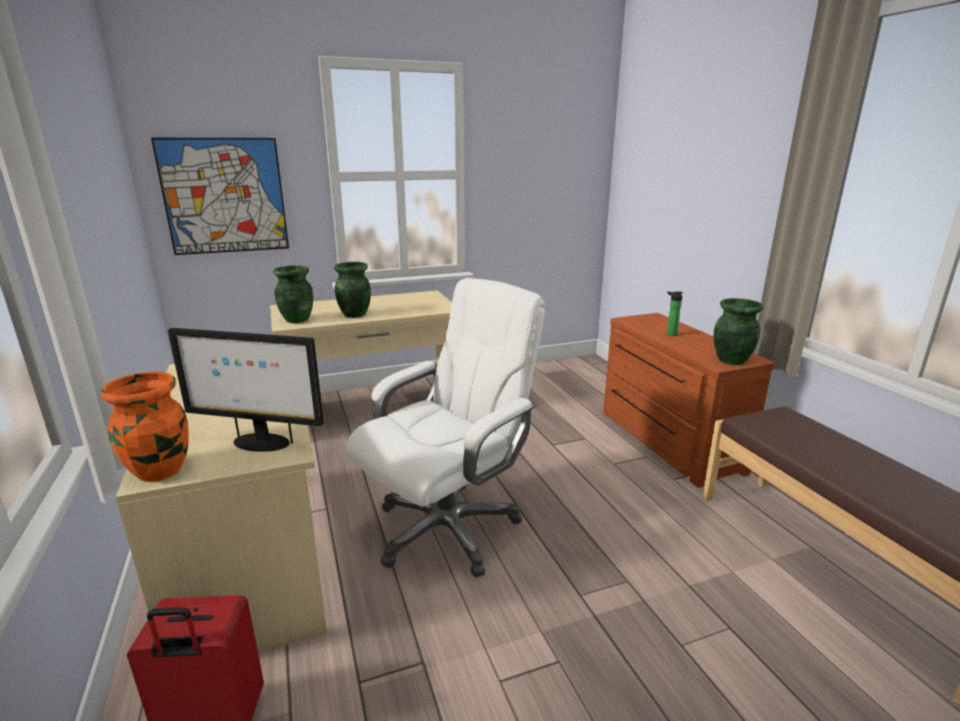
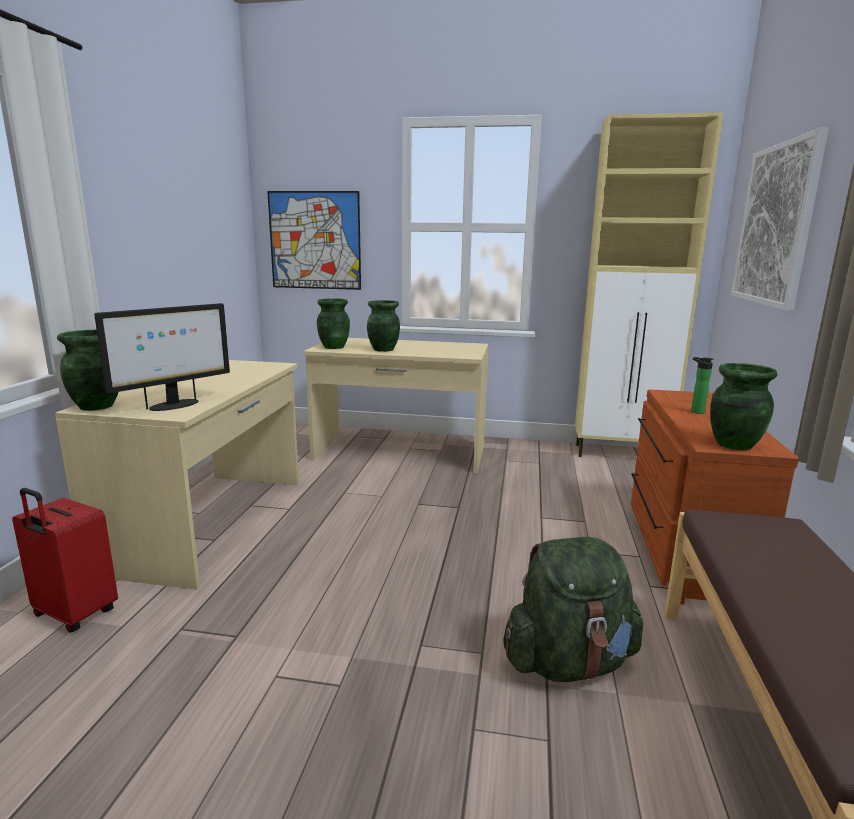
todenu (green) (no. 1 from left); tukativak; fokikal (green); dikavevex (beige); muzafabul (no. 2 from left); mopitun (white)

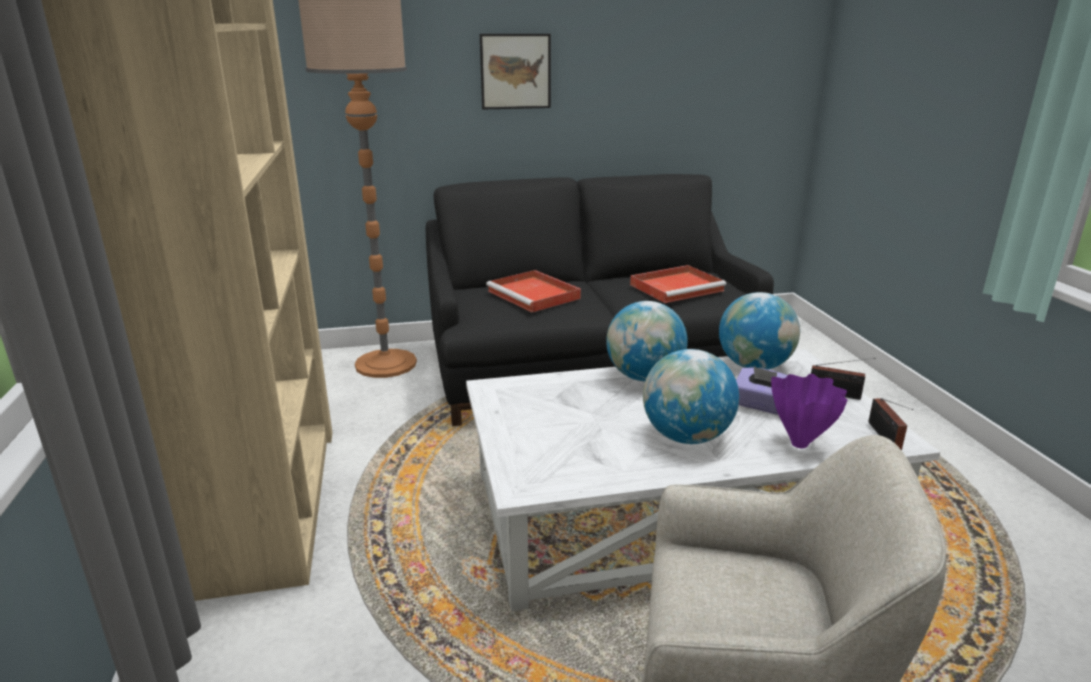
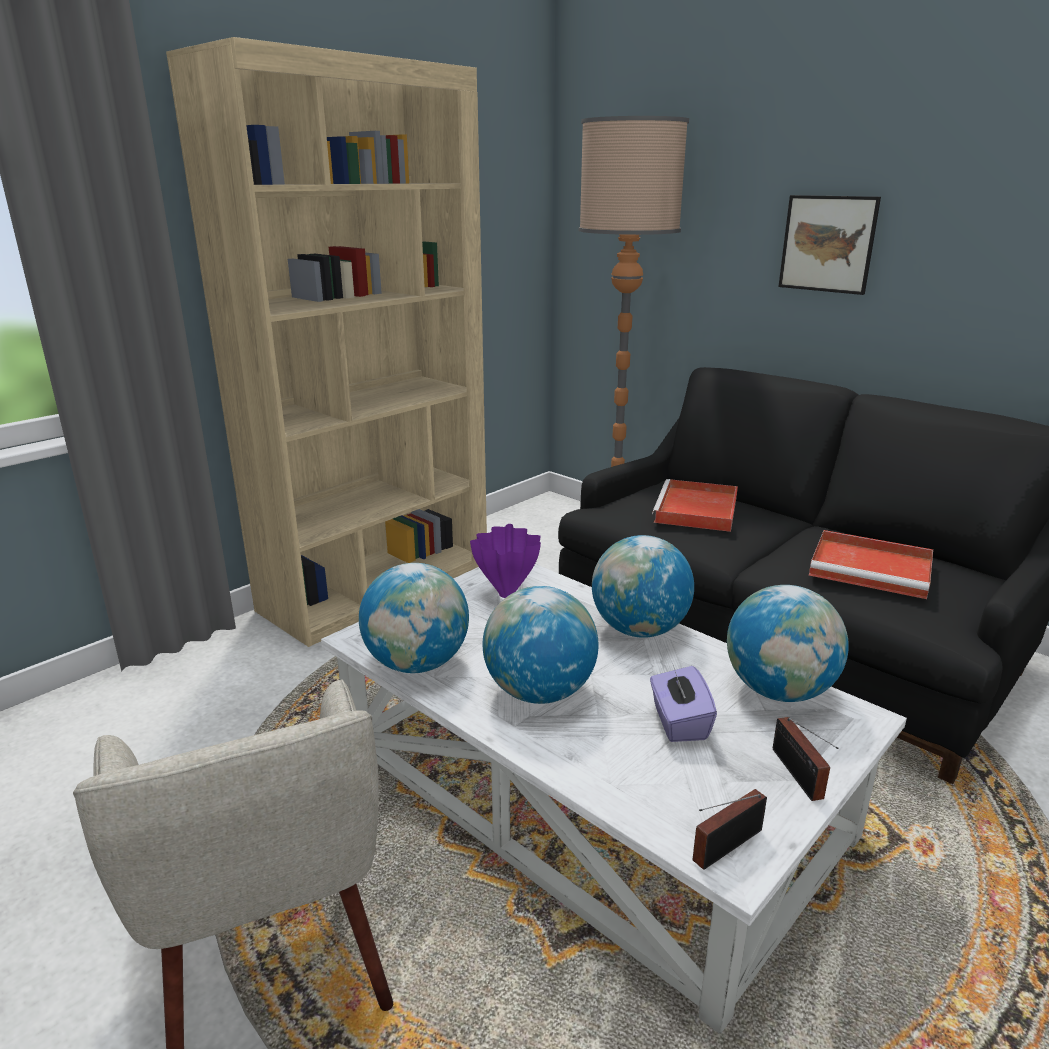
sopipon (no. 1 from left); todenu (purple)

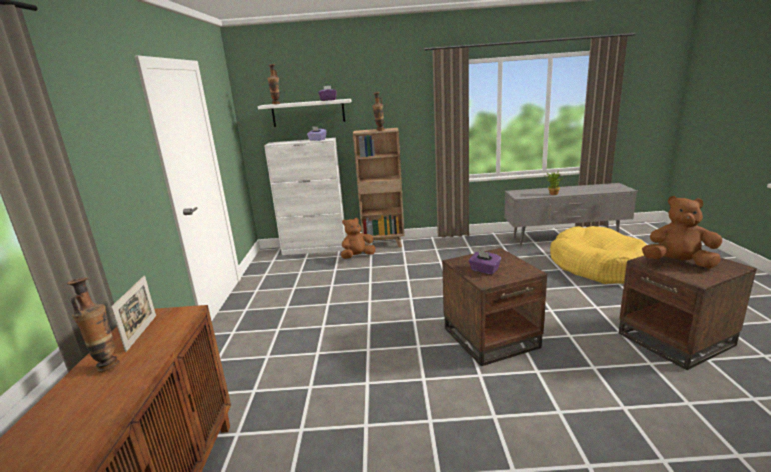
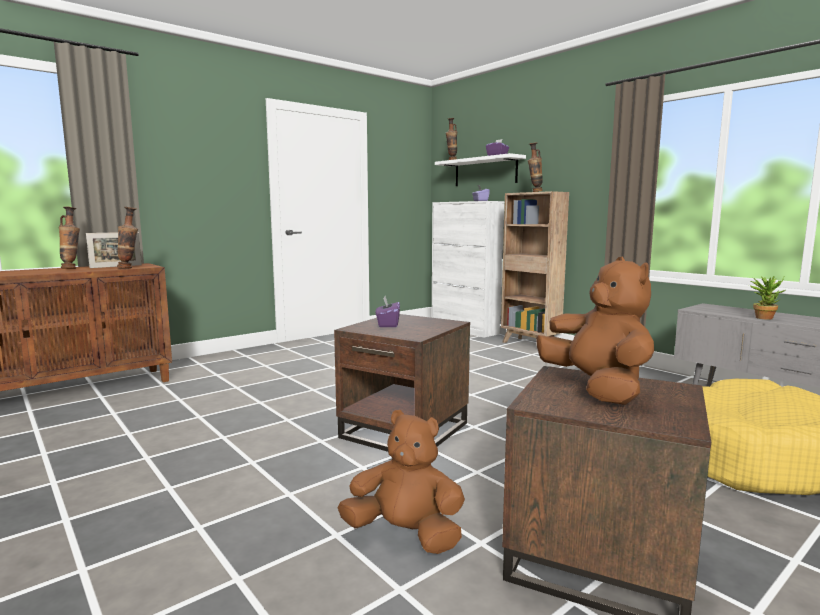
todenu (no. 2 from left); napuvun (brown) (no. 1 from left)

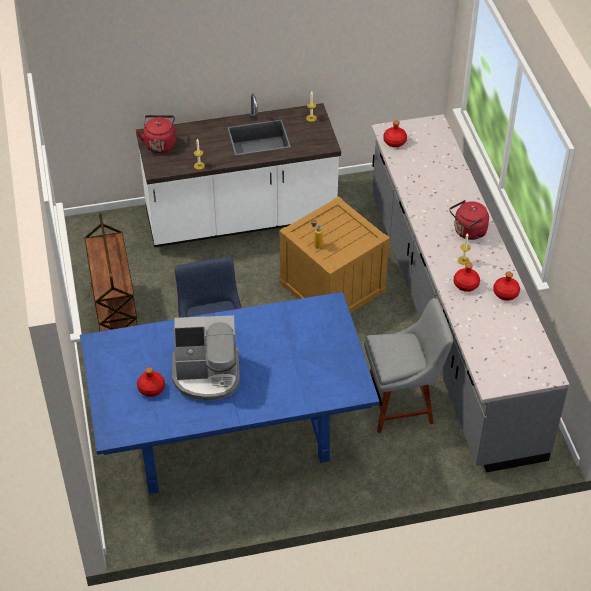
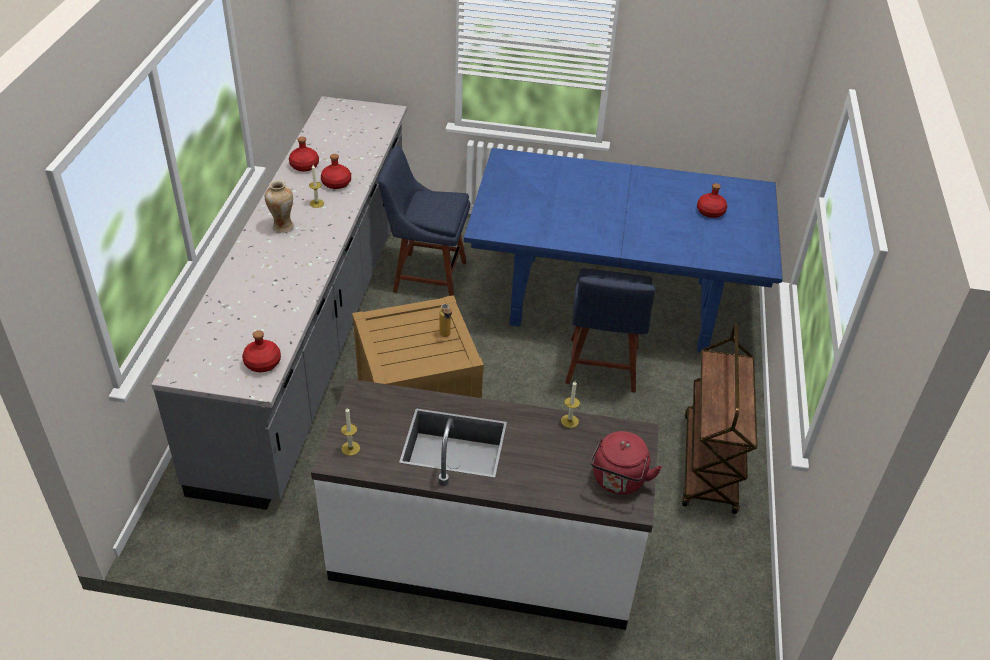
todenu; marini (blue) (no. 1 from left); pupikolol

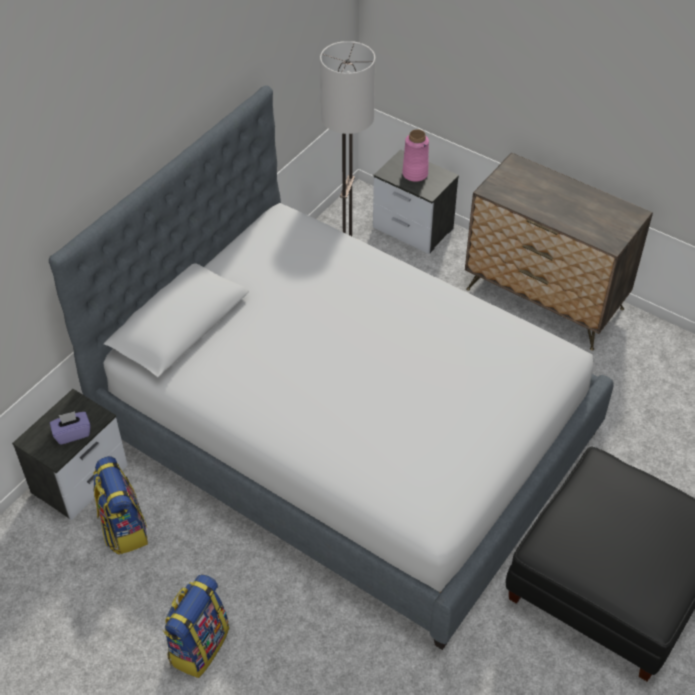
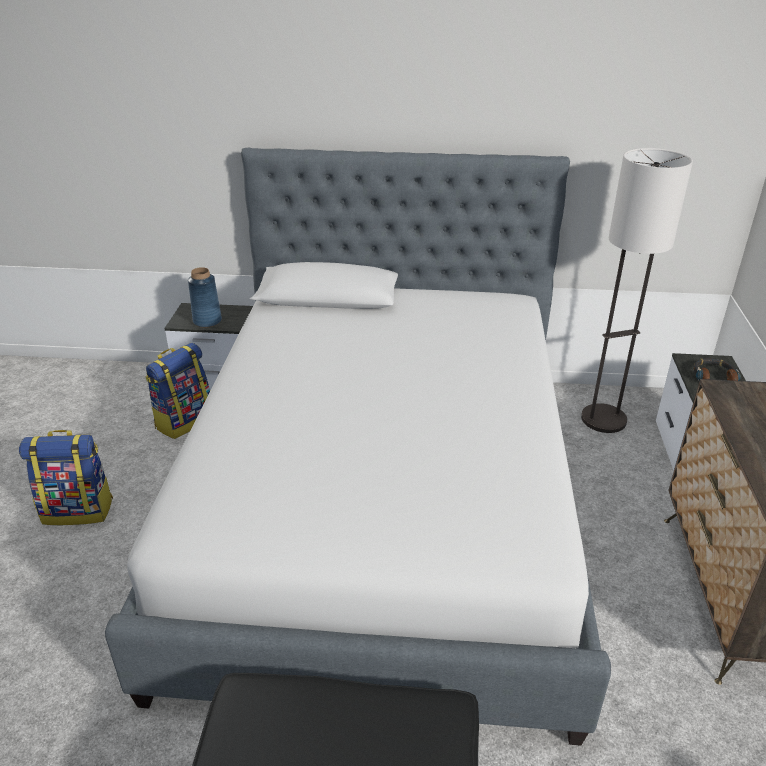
todenu (blue); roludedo

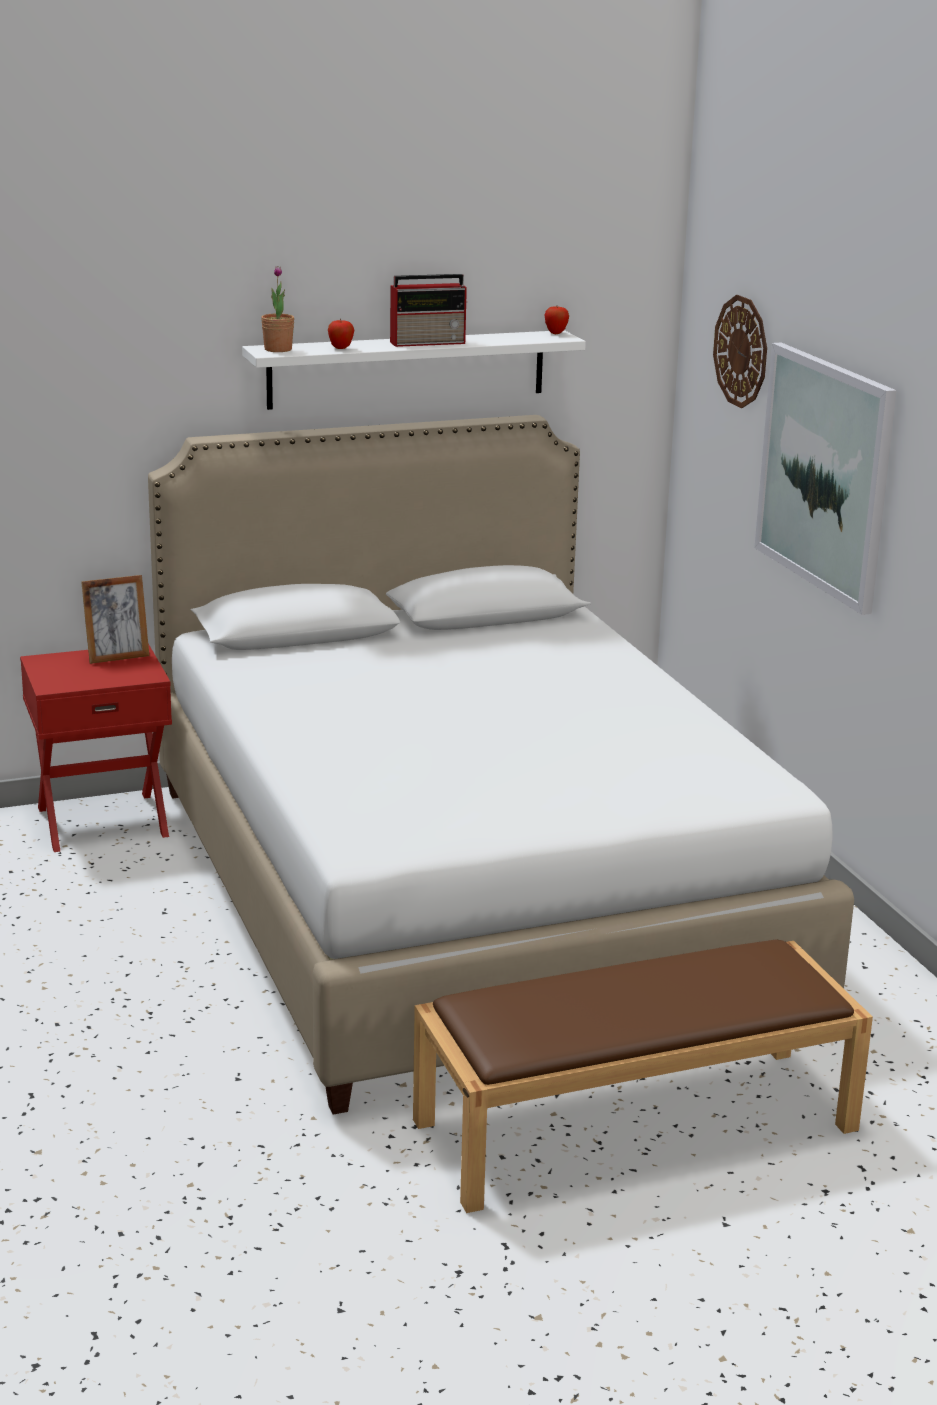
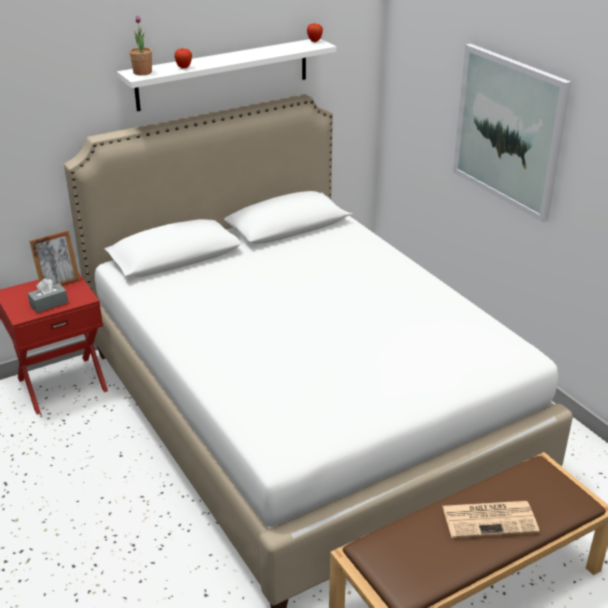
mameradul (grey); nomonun; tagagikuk; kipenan

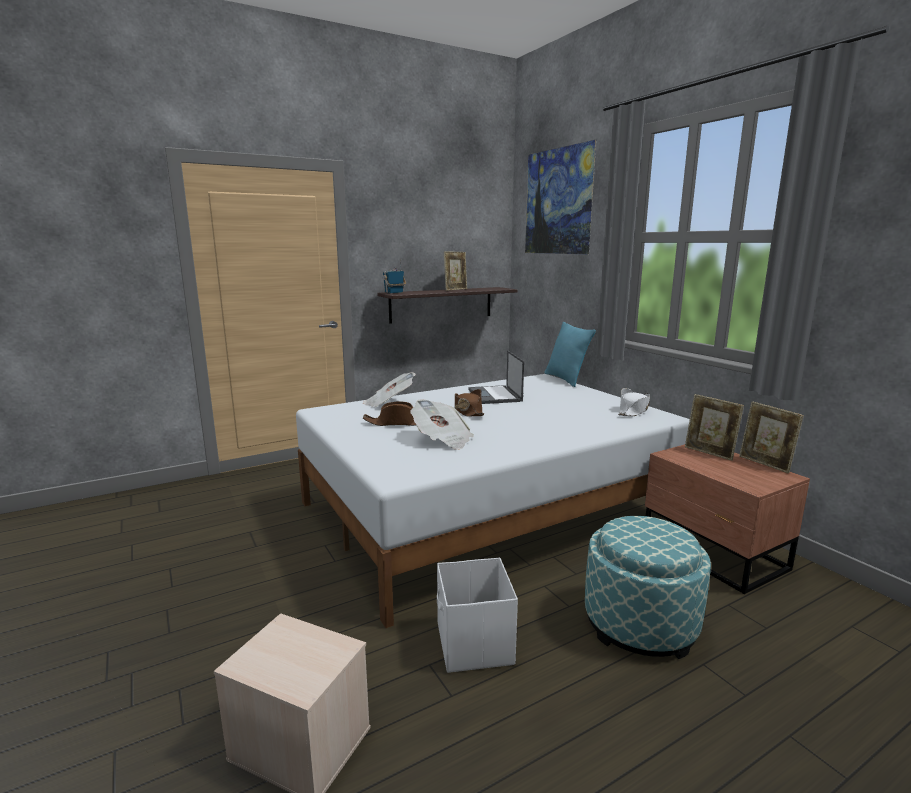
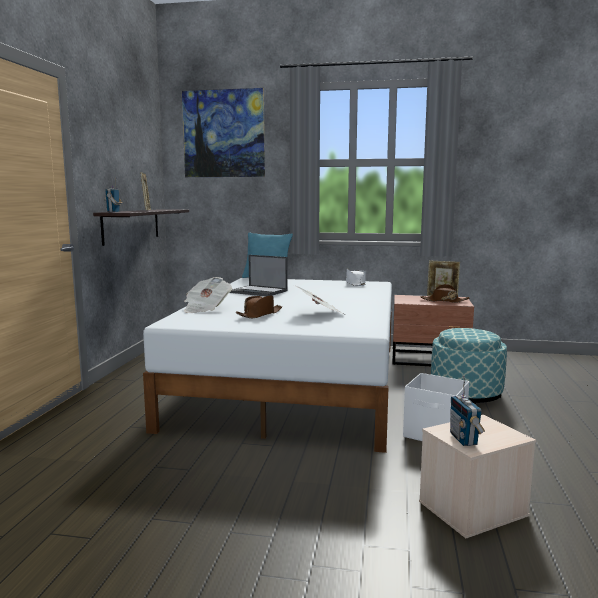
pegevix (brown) (no. 2 from left); tagagikuk (no. 2 from left); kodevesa (no. 2 from left in the first image)

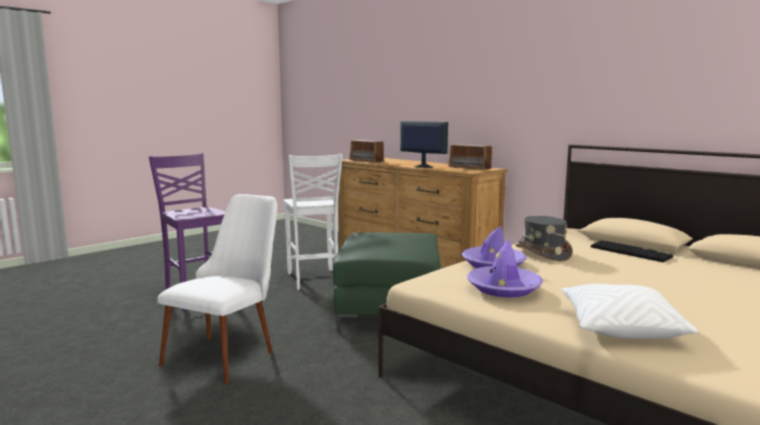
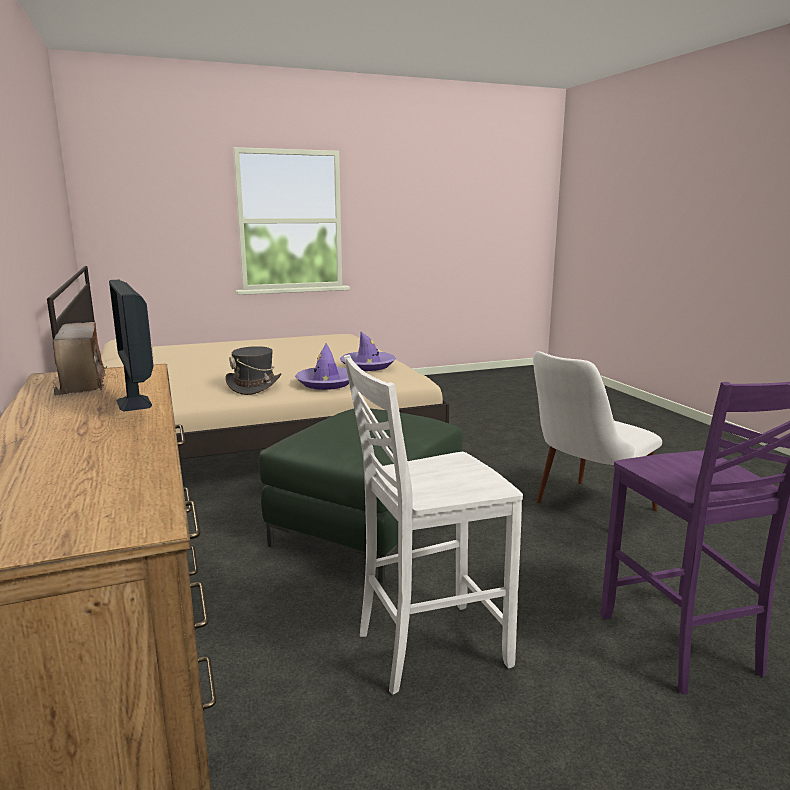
marini (white) (no. 1 from left); tagagikuk (no. 1 from left in the first image); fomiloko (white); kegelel

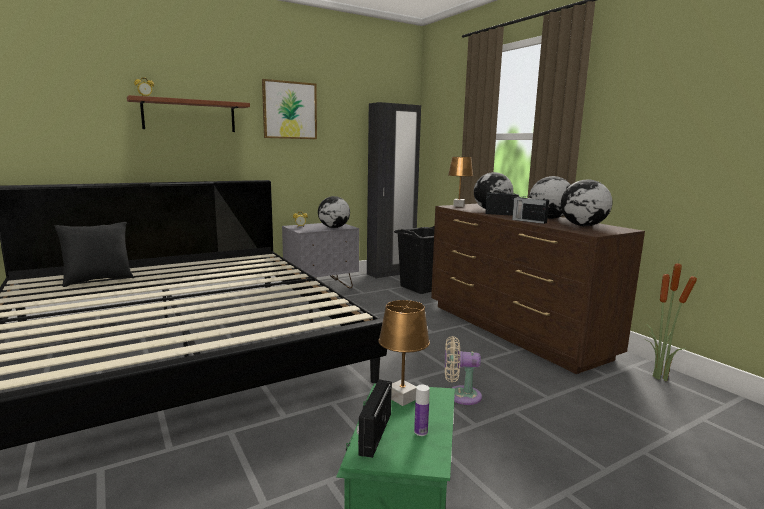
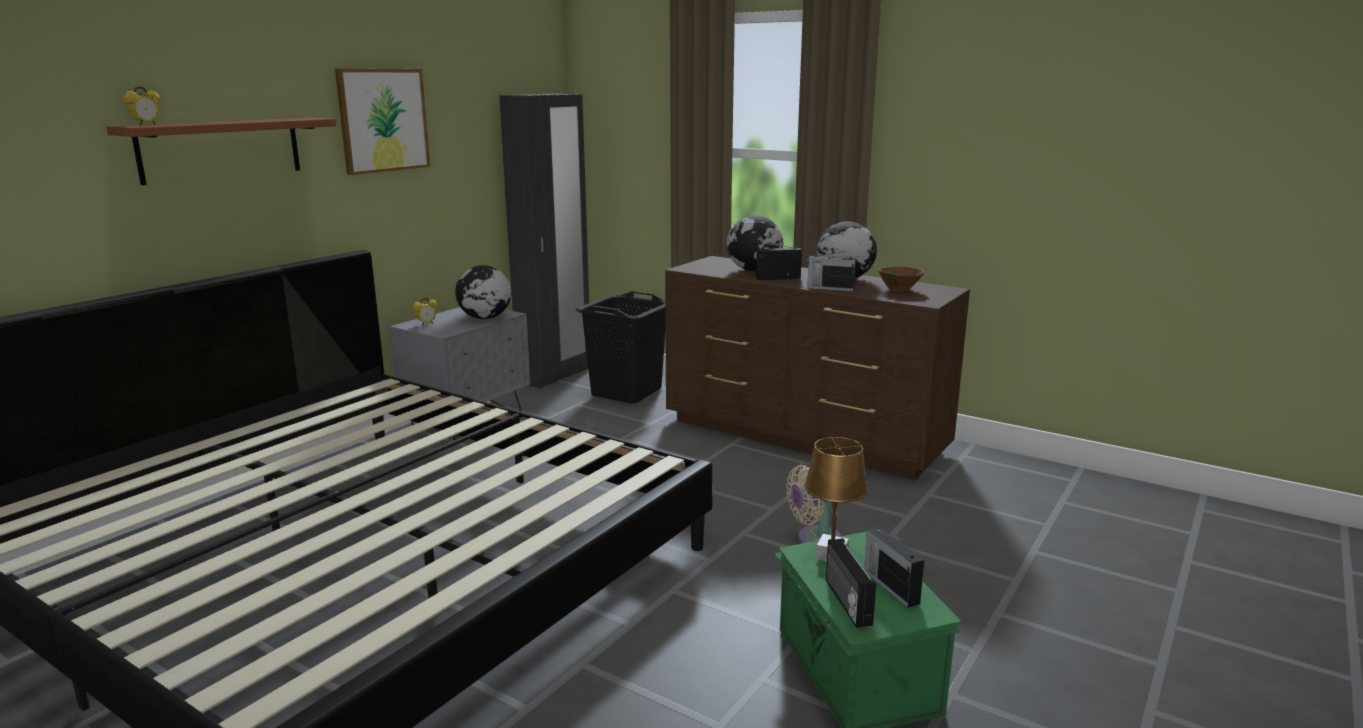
tagagikuk (no. 4 from left); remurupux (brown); fomiloko (black); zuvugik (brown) (no. 2 from left in the first image); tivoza

